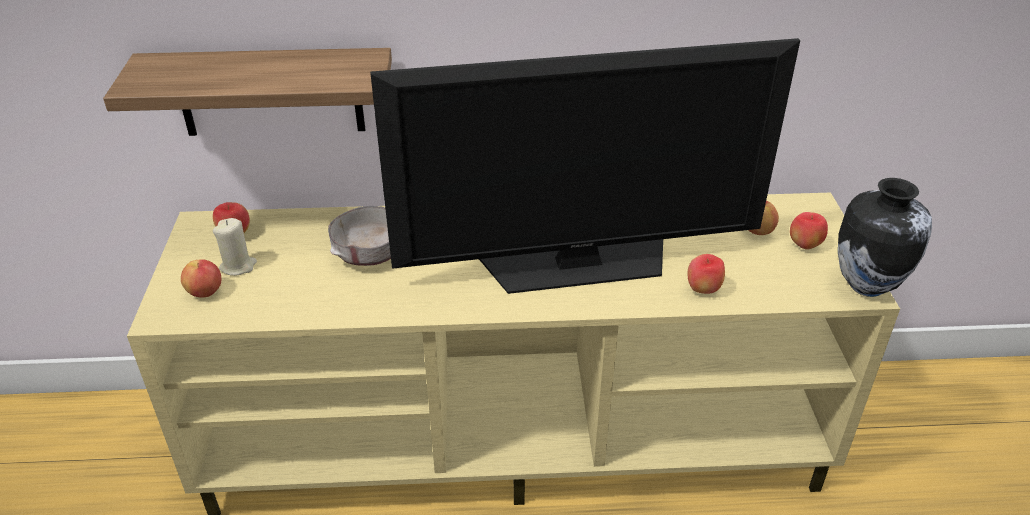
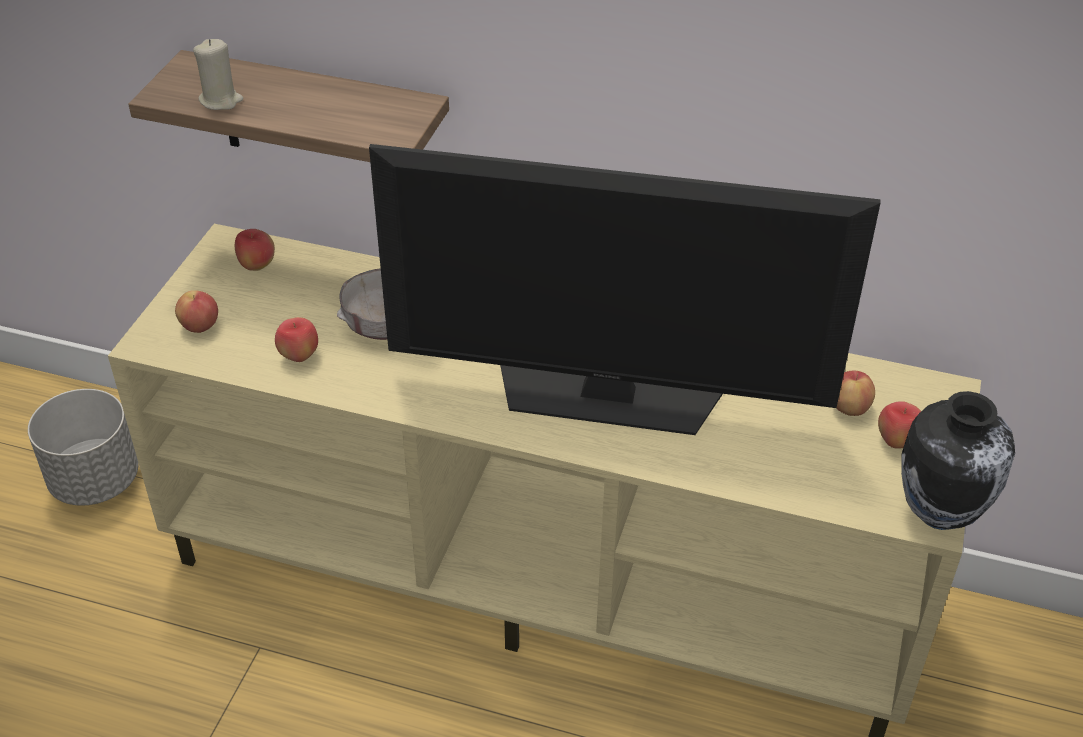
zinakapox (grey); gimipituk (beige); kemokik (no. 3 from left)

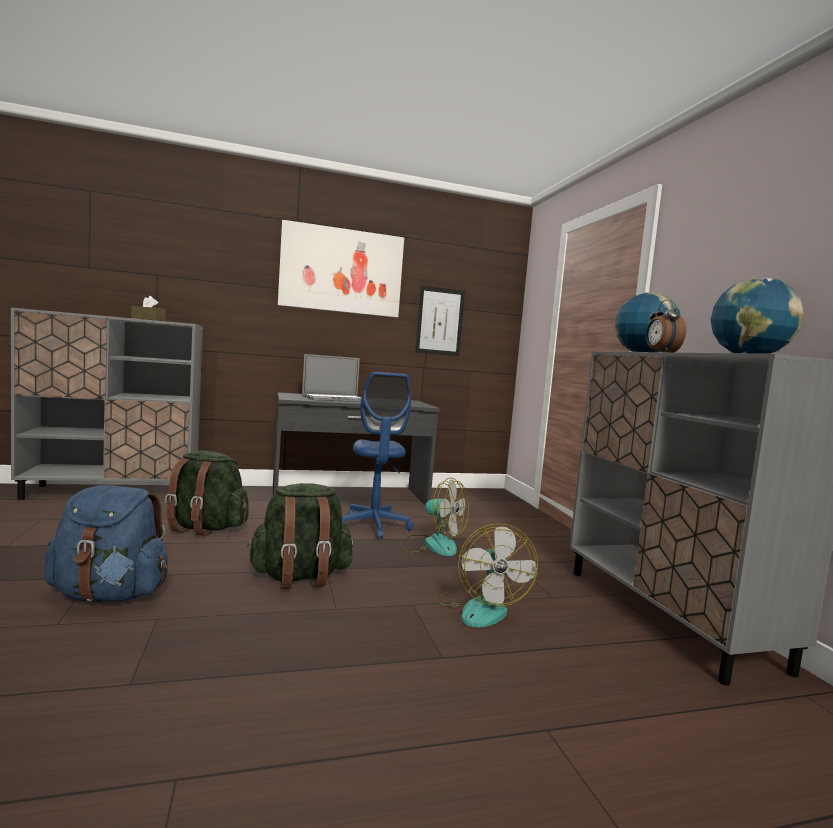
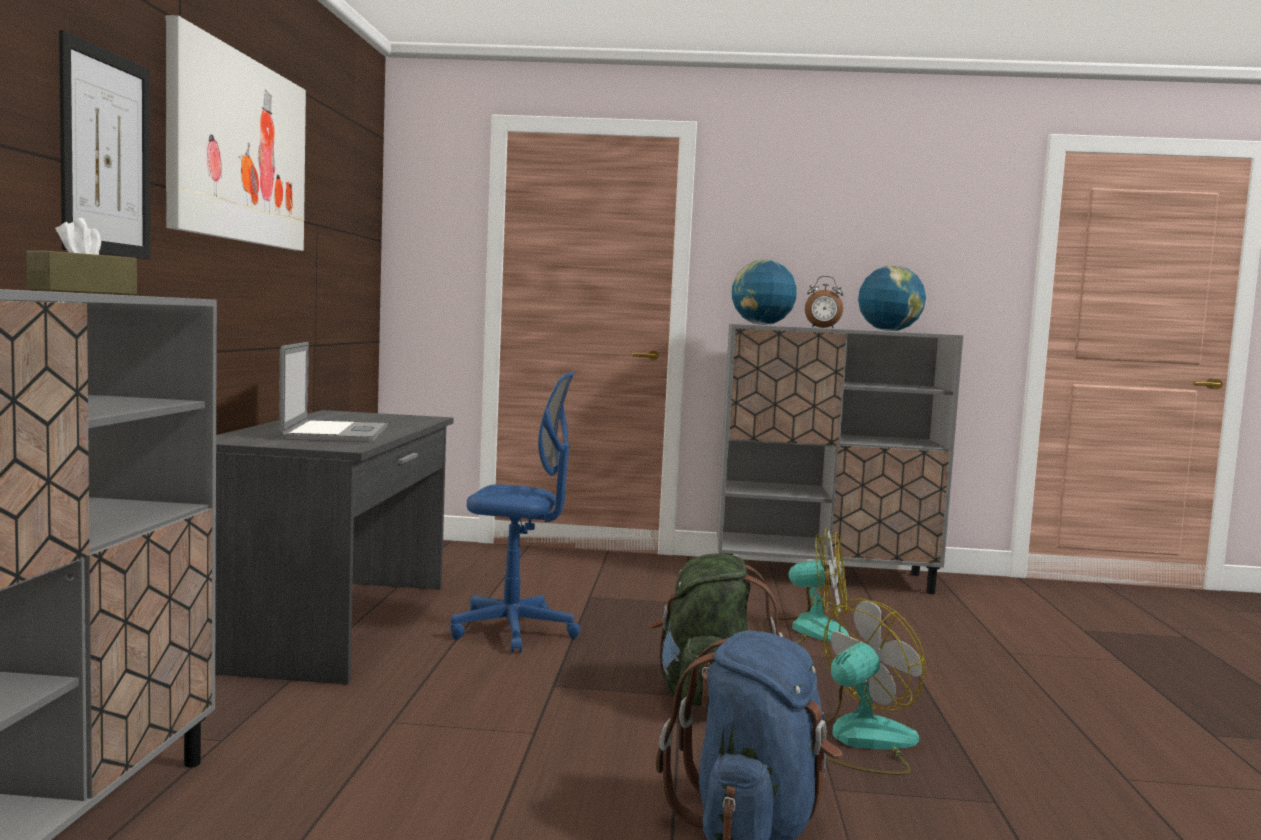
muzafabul (no. 1 from left); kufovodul (no. 2 from left); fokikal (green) (no. 1 from left in the first image)

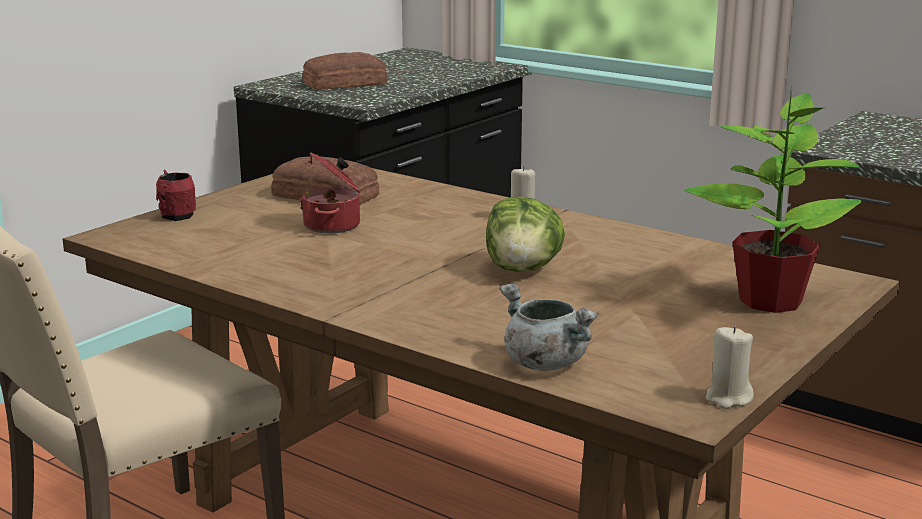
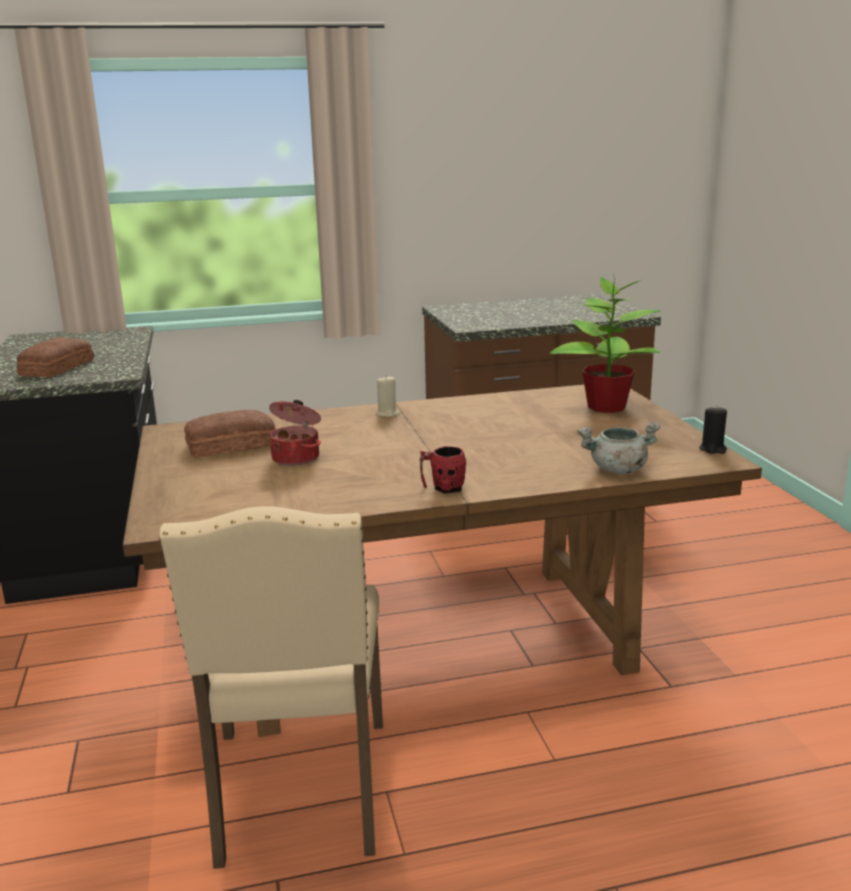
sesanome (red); gimipituk (black); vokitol

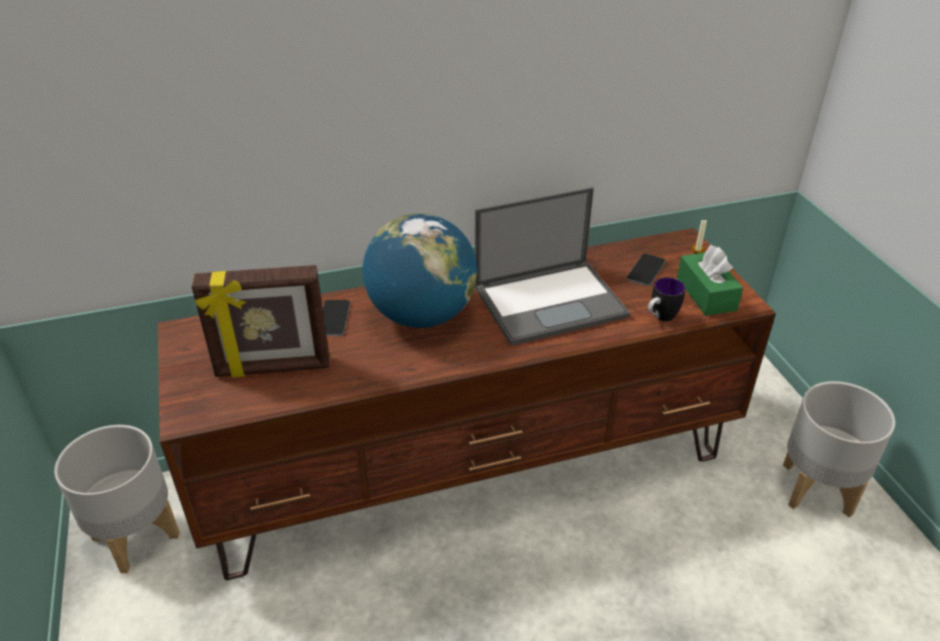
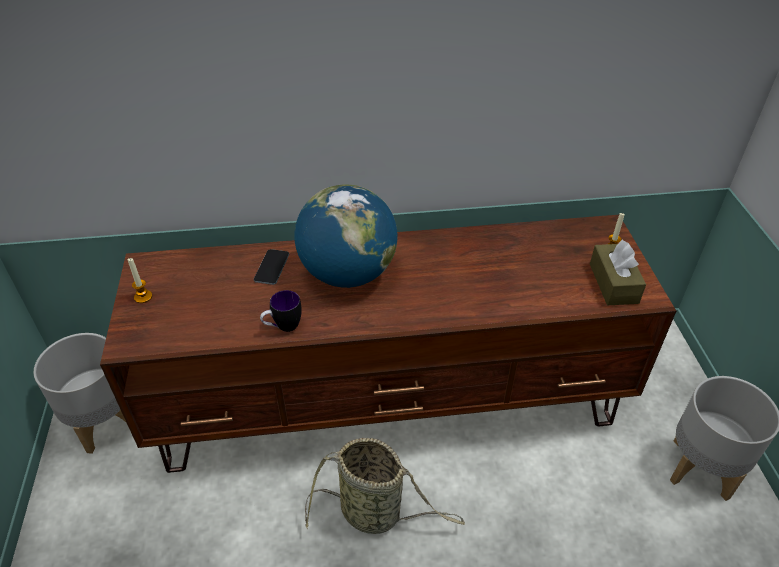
gimipituk (no. 1 from left); sesanome; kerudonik; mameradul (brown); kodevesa; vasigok; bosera (no. 2 from left in the first image)

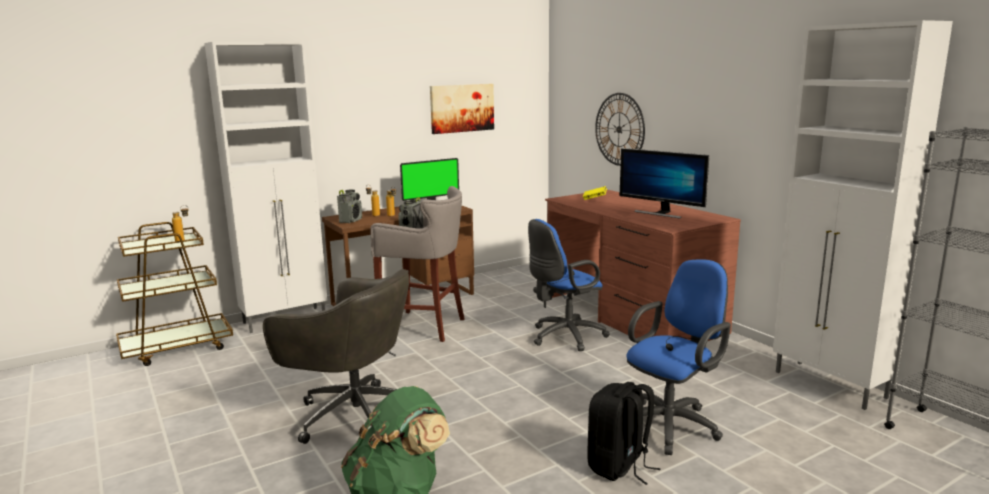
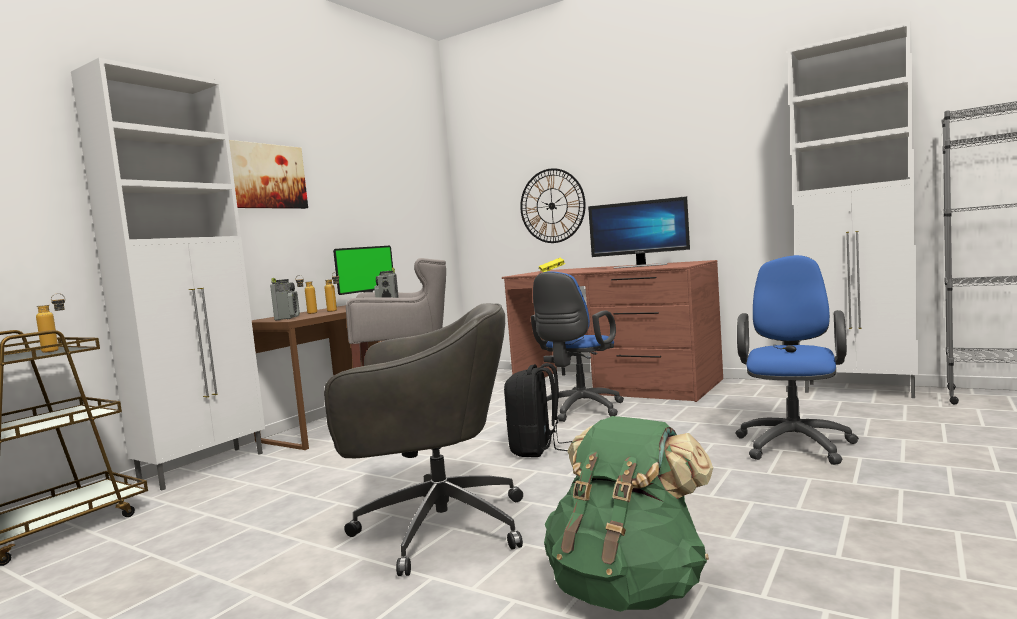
muzafabul; fokikal (black)

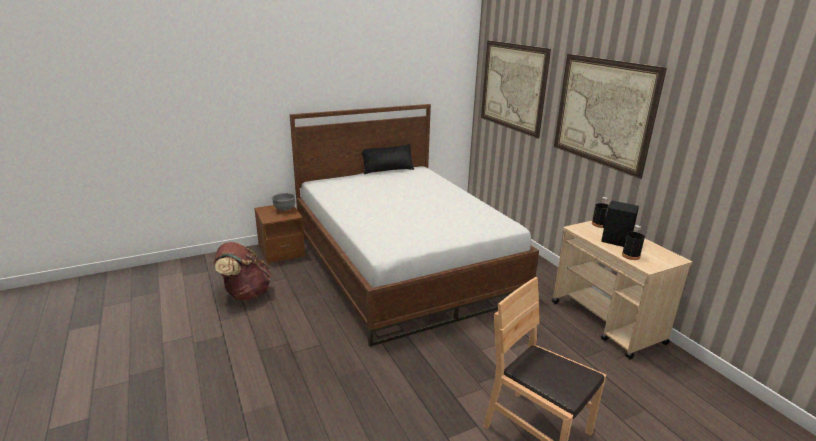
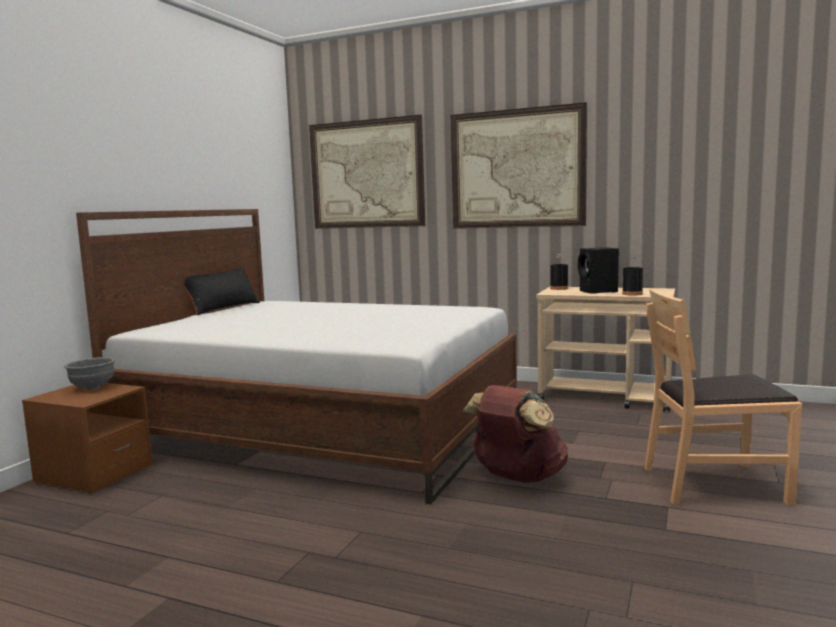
fokikal (brown)

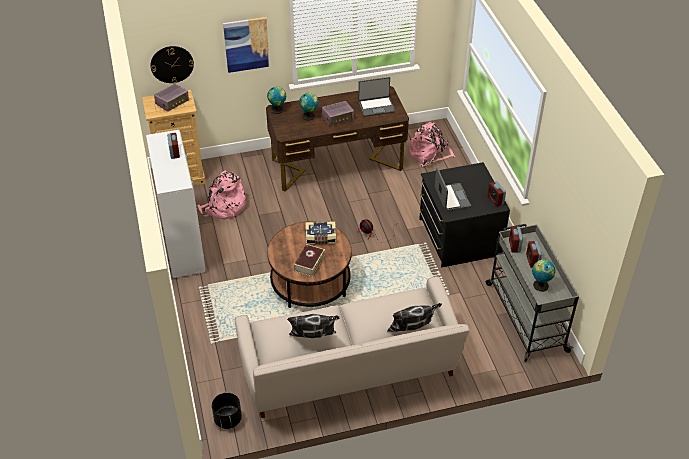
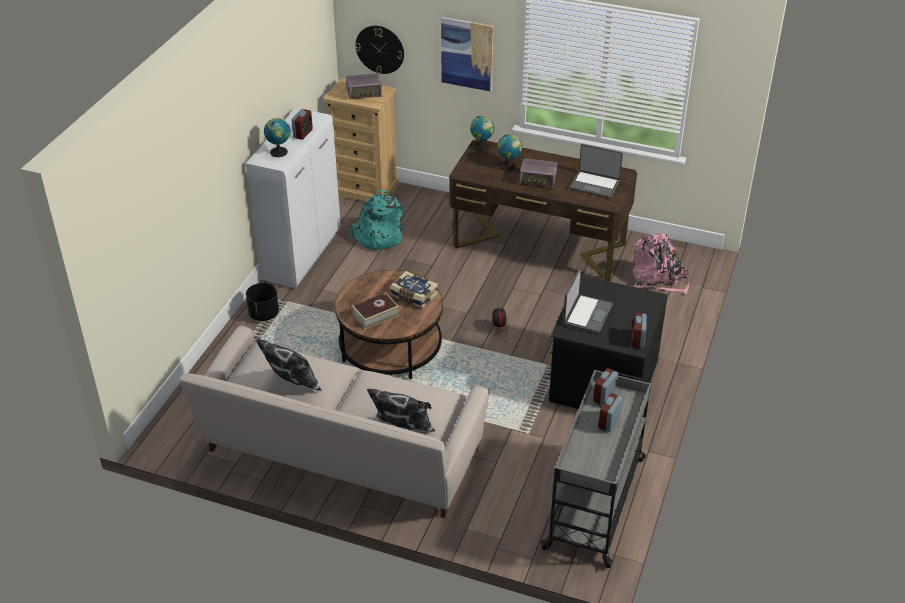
zinakapox (black); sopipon (no. 1 from left); fokikal (turquoise)

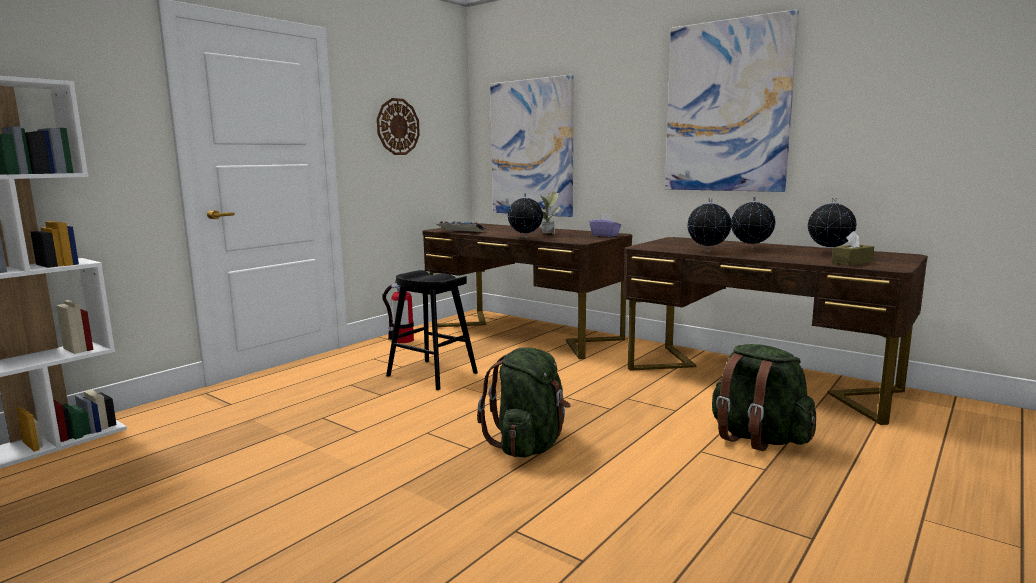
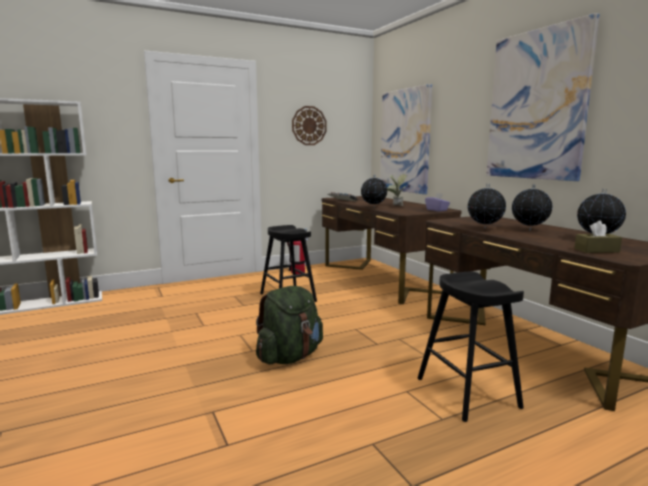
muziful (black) (no. 2 from left)

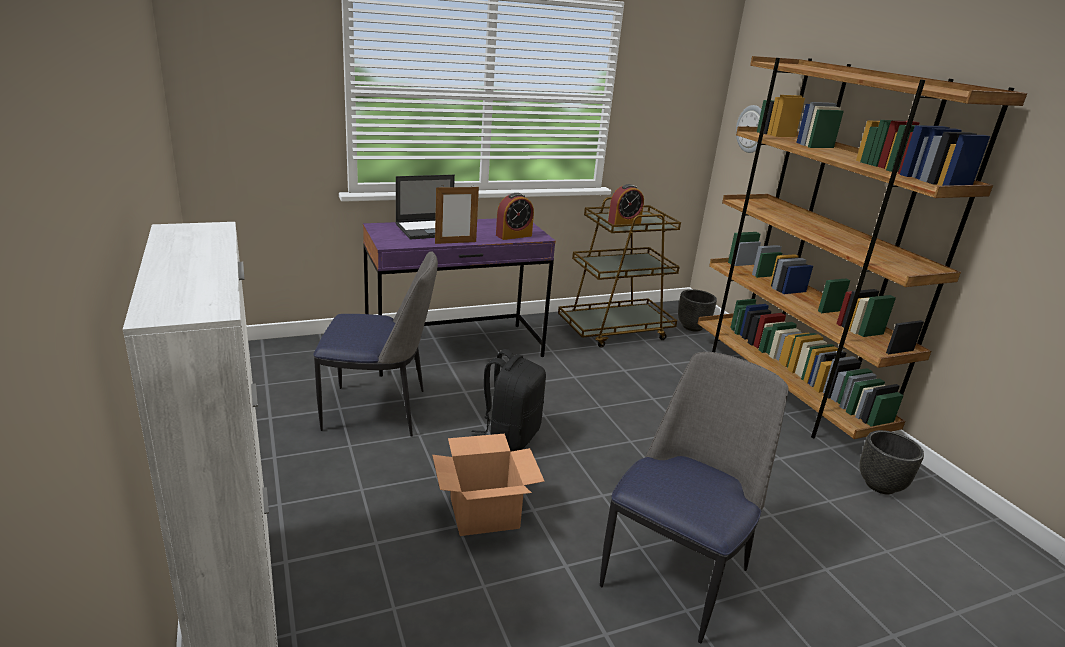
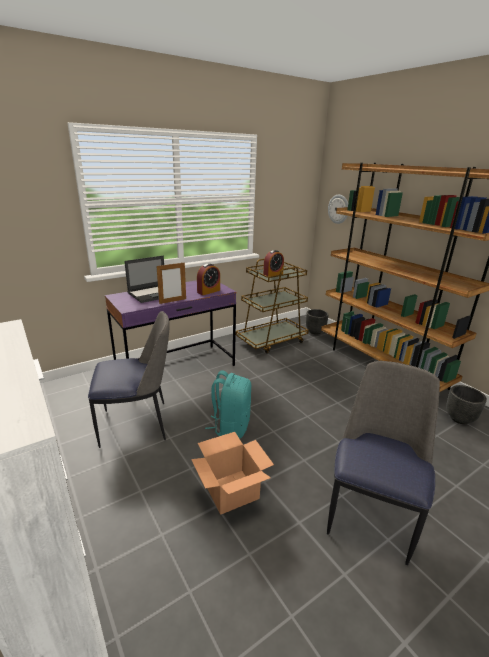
fokikal (turquoise)

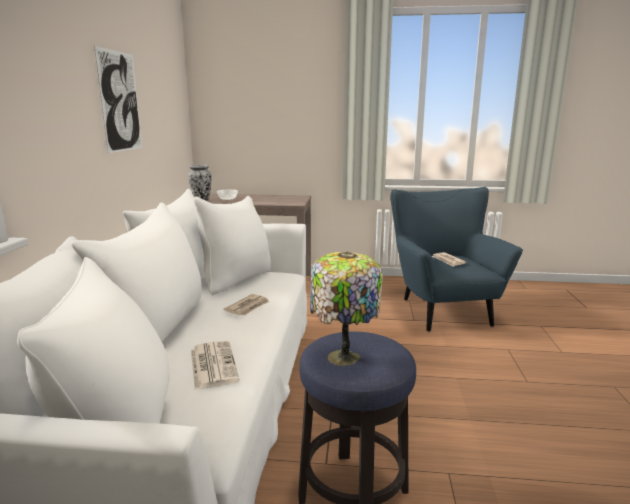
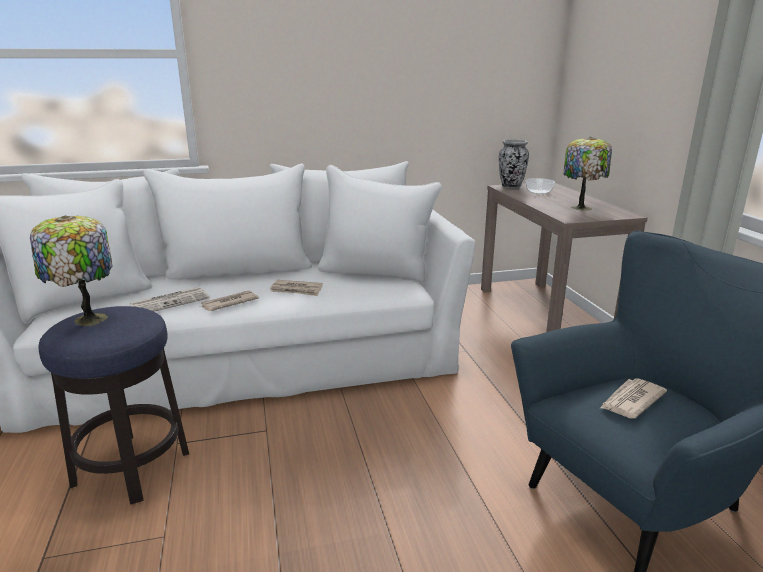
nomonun (no. 2 from left); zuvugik (no. 2 from left); muzafabul

